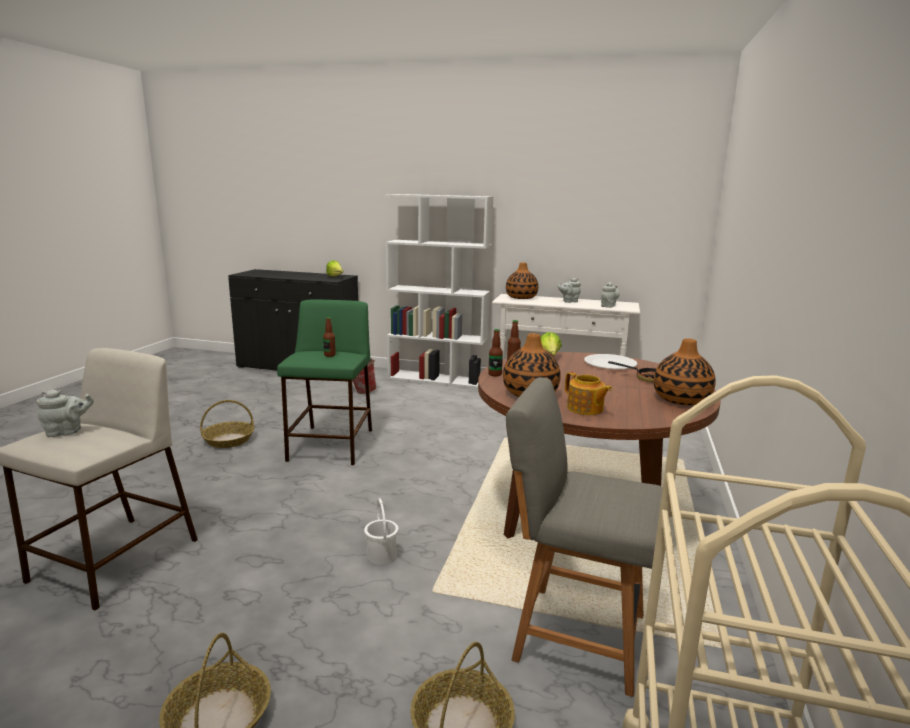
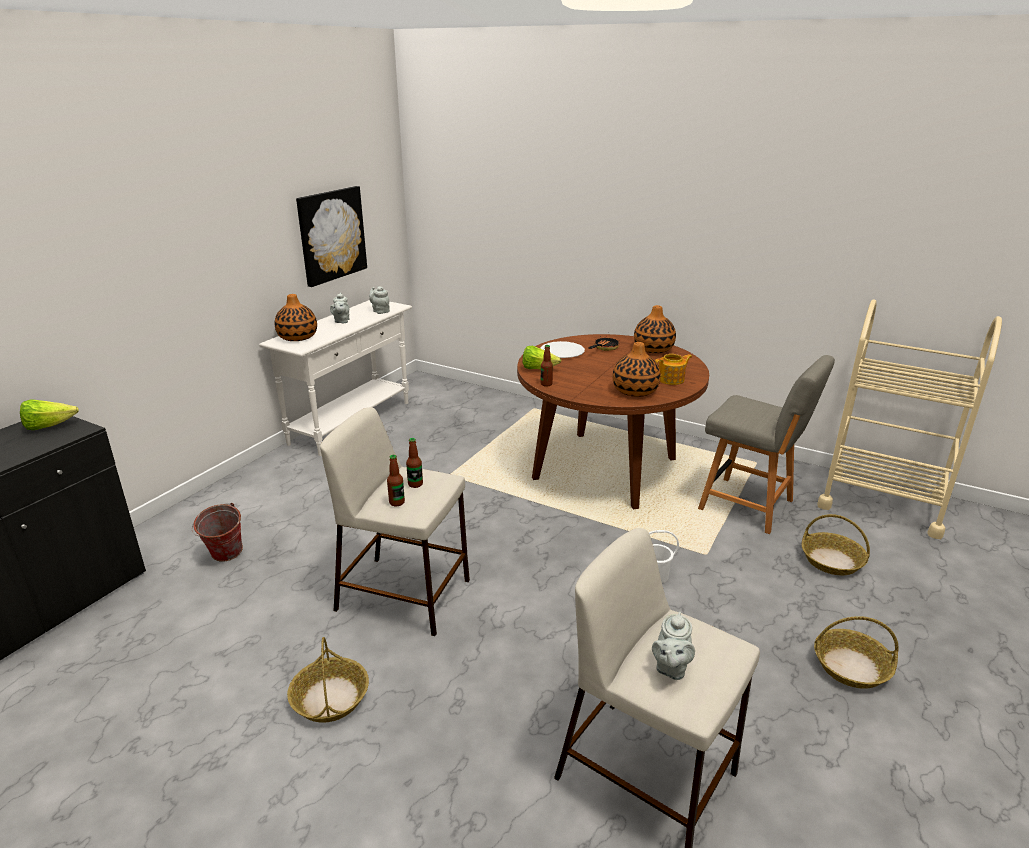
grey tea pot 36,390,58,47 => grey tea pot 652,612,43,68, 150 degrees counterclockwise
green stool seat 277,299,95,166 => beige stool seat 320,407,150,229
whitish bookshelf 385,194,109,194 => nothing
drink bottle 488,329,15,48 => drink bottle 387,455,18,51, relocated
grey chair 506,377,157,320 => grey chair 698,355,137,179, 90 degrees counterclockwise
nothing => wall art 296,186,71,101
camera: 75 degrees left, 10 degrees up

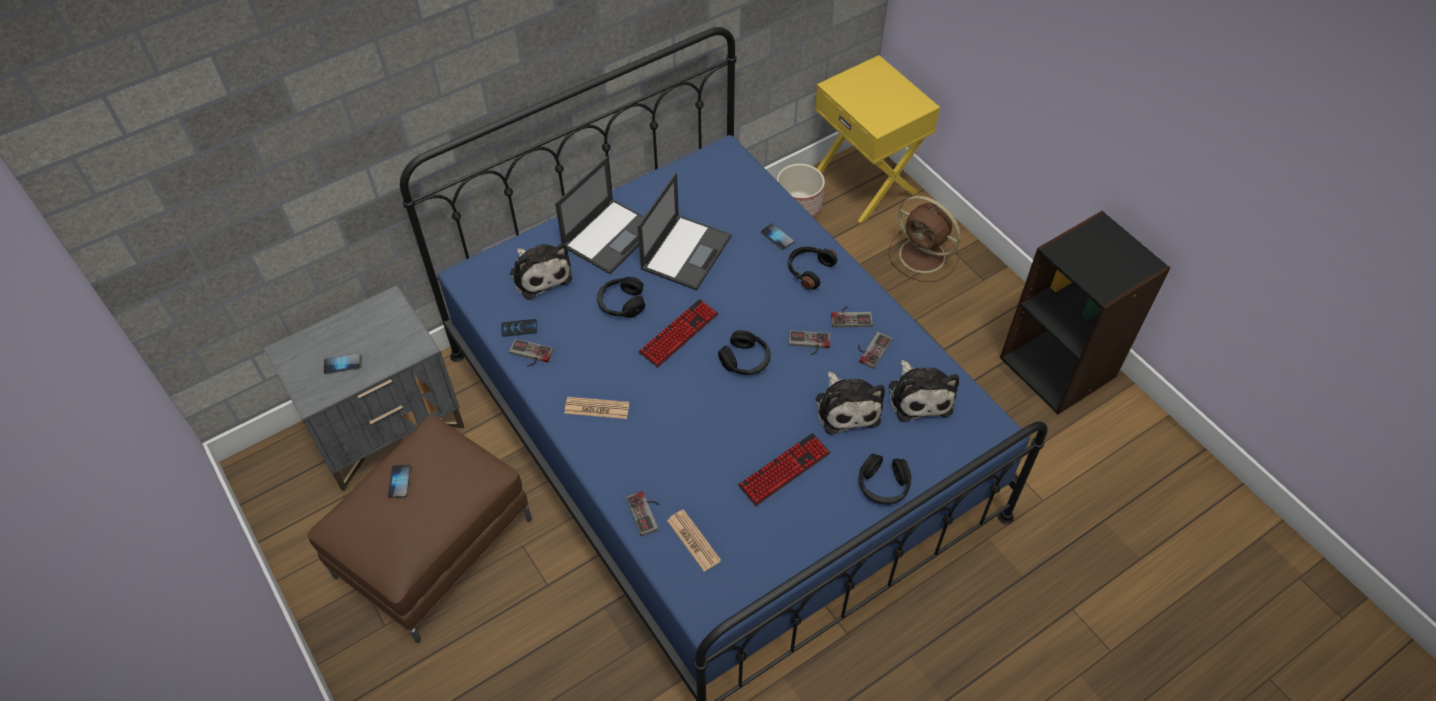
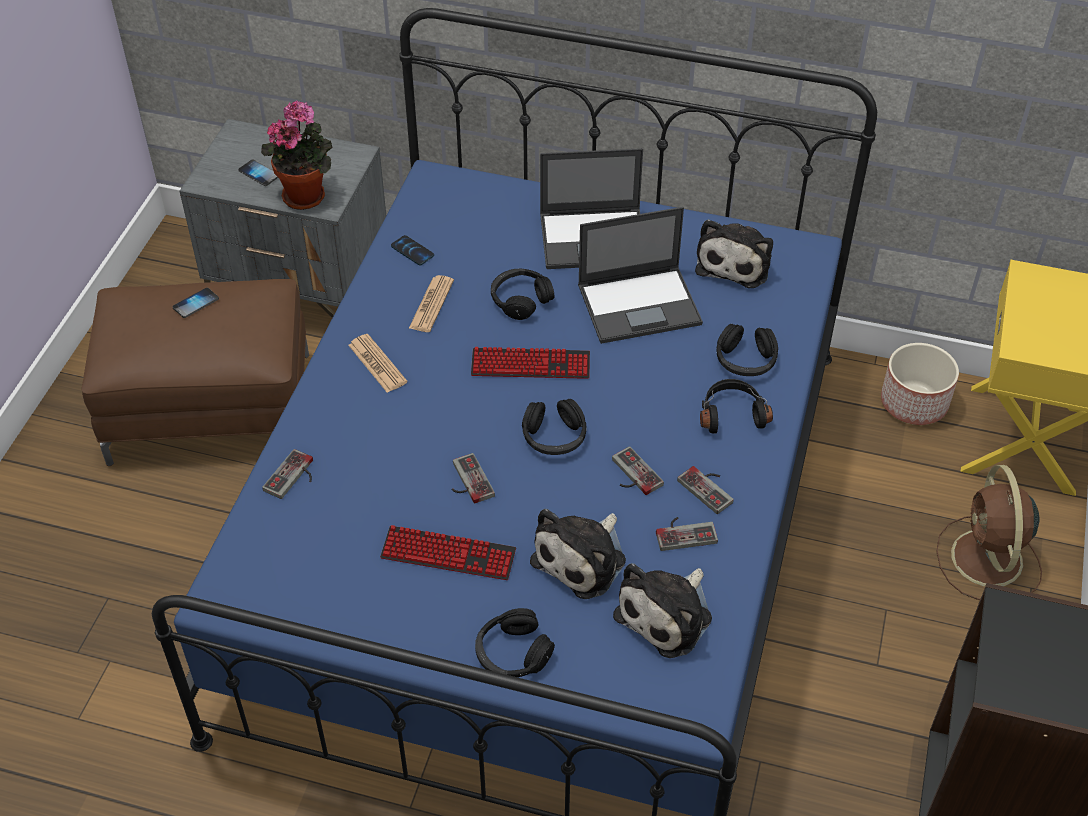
joypad 509,339,45,28 => joypad 452,453,43,51, relocated
soft toy 510,243,62,57 => soft toy 695,219,78,69, relocated
printed paper 667,509,54,62 => printed paper 409,275,45,57, relocated
handset 761,223,33,27 => blackish headset 716,324,62,52
nothing => houseplant 261,100,71,110
camera: 50 degrees right, 5 degrees down

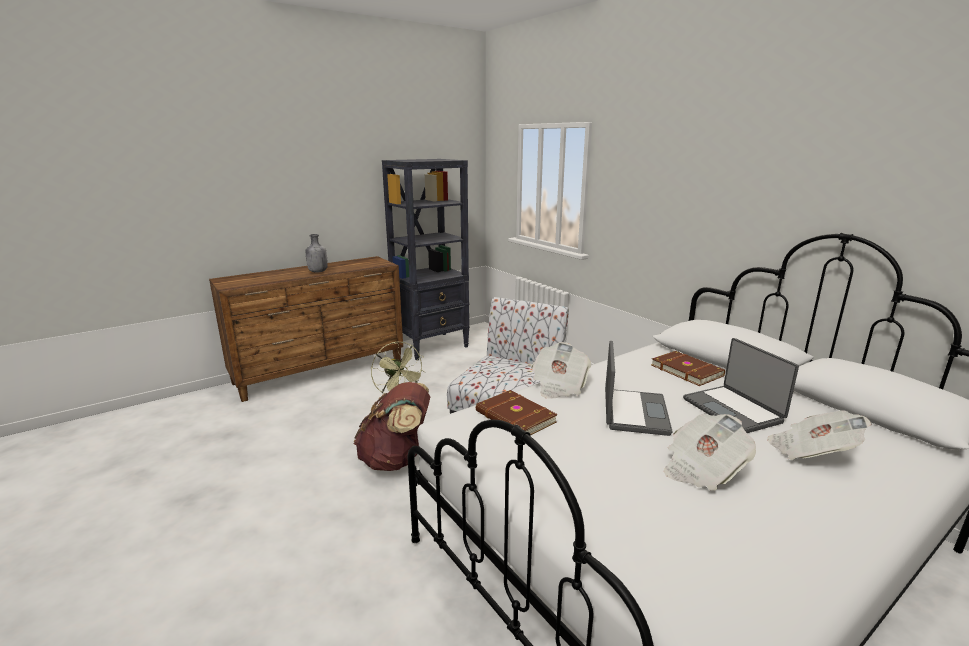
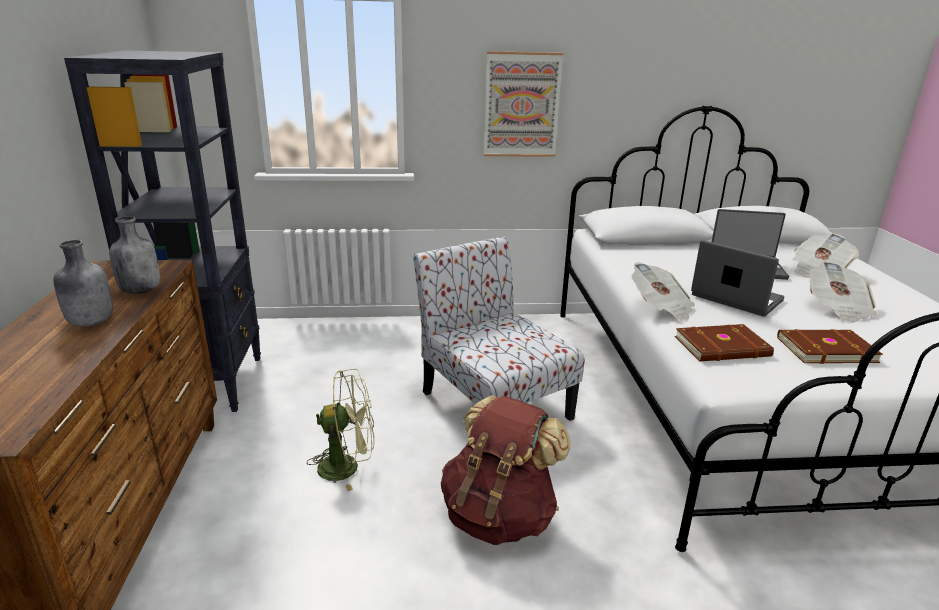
brown-coloured bound book 651,351,74,35 => brown-coloured bound book 777,329,106,35, relocated
nothing => grey drink bottle 109,216,51,78
nothing => wall art 484,51,79,106
camera: 60 degrees left, 5 degrees up

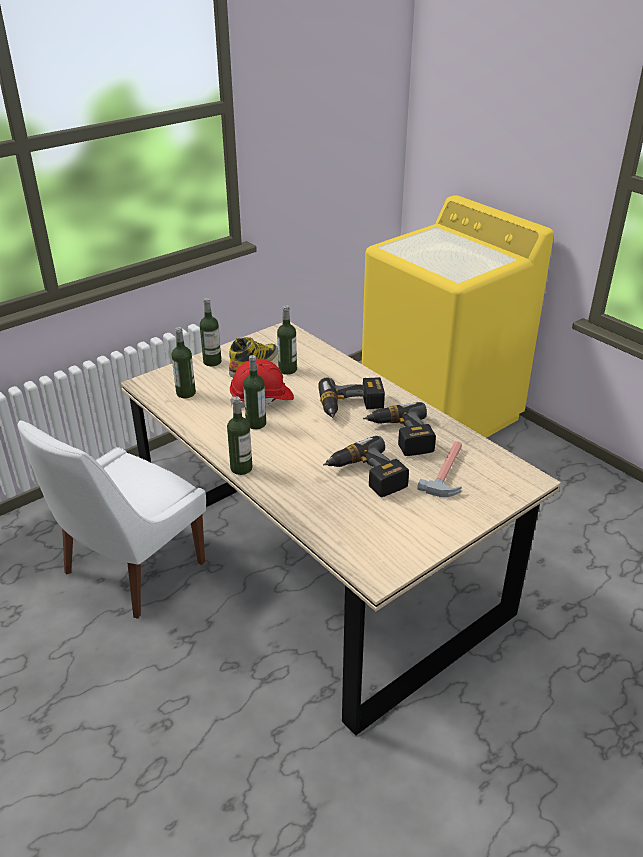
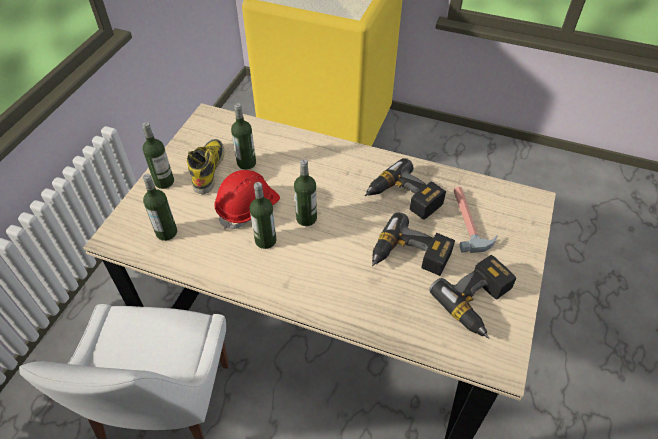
drink bottle 227,397,25,78 => drink bottle 294,159,23,67, relocated
electric drill 318,377,67,41 => electric drill 429,255,87,84, relocated
camera: 30 degrees left, 15 degrees up

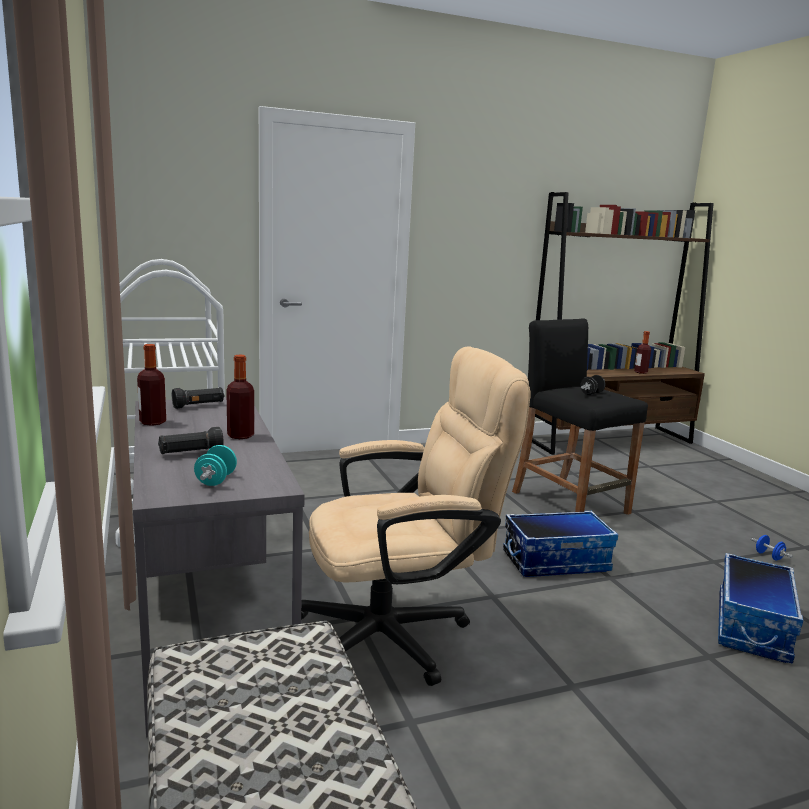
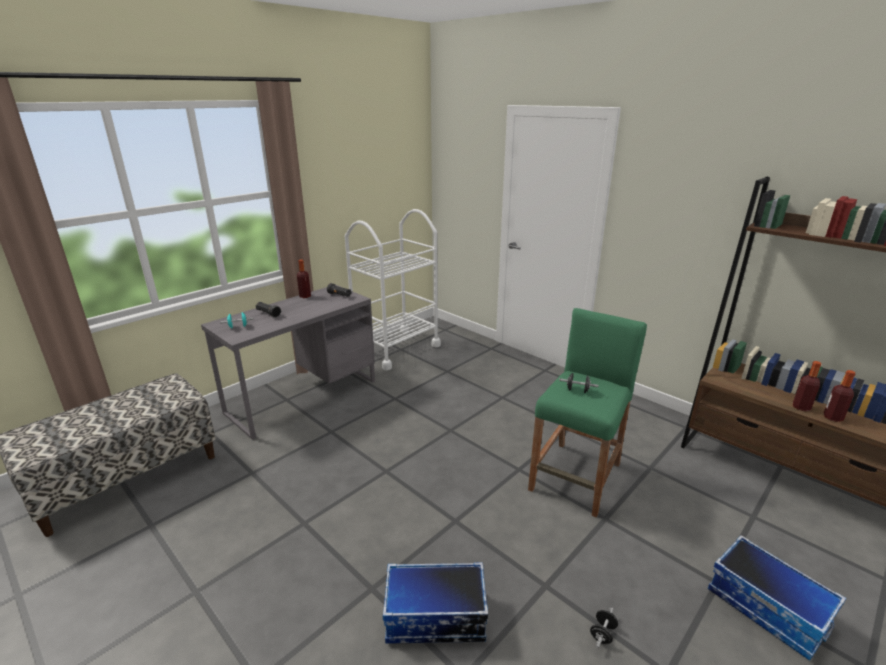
drink bottle 226,355,28,84 => drink bottle 793,361,28,50, relocated
beige office chair 301,346,229,340 => nothing
storage container 503,511,115,66 => storage container 708,535,139,125, relocated
blackish stool seat 512,318,136,197 => green stool seat 528,308,119,210
bluish dumbbell 750,535,43,26 => blackish dumbbell 590,607,28,41
camera: 65 degrees right, 10 degrees up

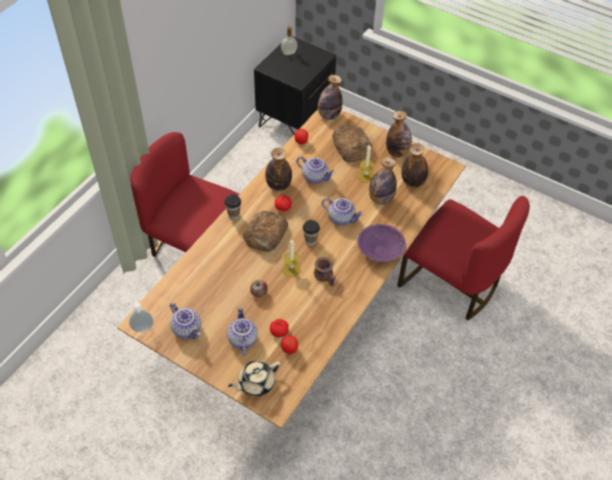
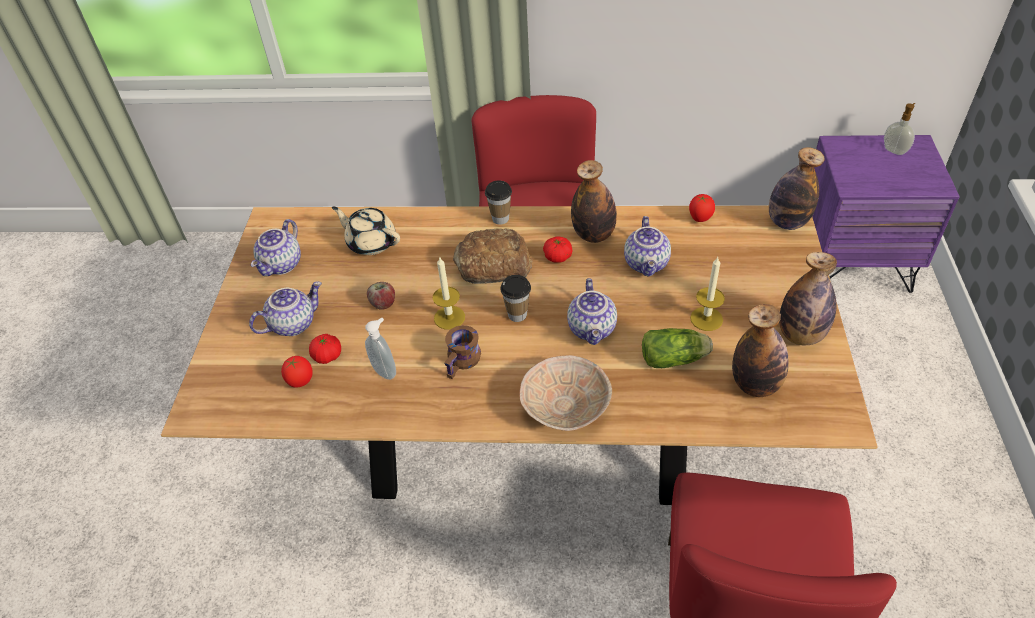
soap bottle 129,299,25,33 => soap bottle 365,318,31,62, relocated
beige tea pot 228,360,53,36 => beige tea pot 332,207,68,48, relocated
blackish nightstand 254,36,82,98 => purplish nightstand 812,135,148,158
bread 332,124,40,38 => nothing
purplish serving bowl 357,224,49,38 => beige serving bowl 519,355,93,76
drink bottle 369,157,28,48 => lettuce head 642,328,71,40
camera: 65 degrees right, 5 degrees down

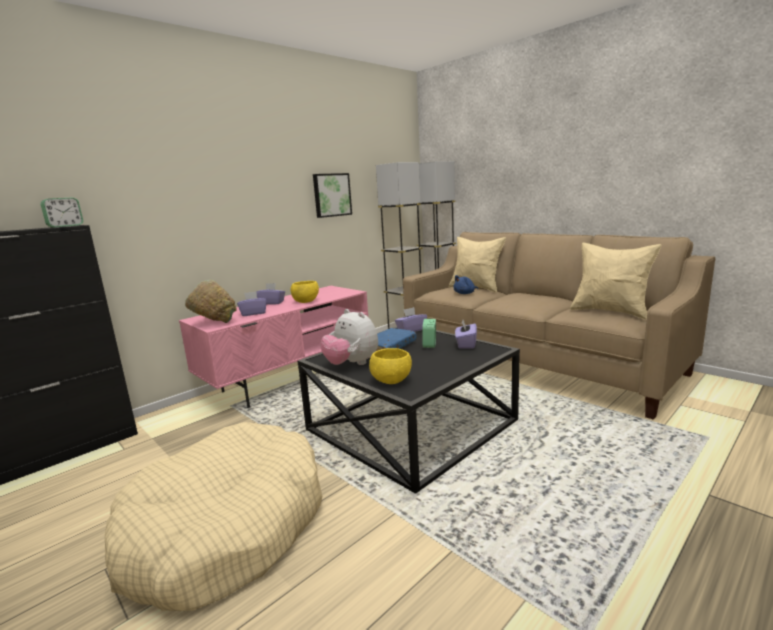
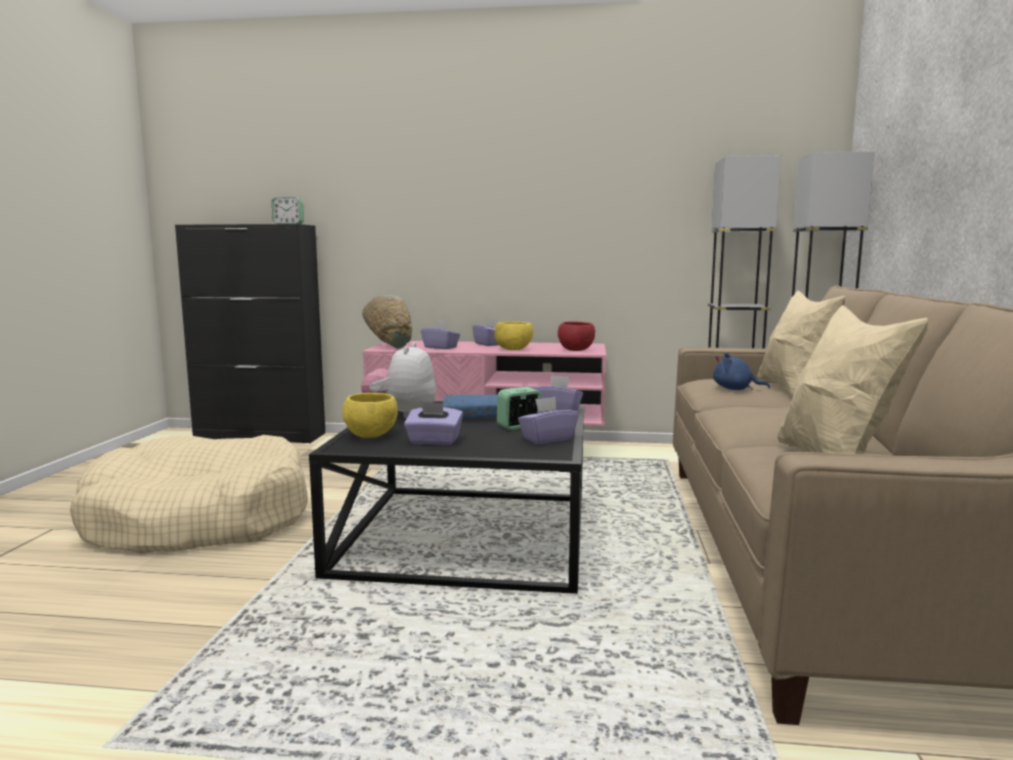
wall art 313,173,39,45 => nothing
nothing => purplish tissue holder 404,401,59,44
nothing => red-coloured serving bowl 558,322,37,29
camera: 50 degrees right, 5 degrees down

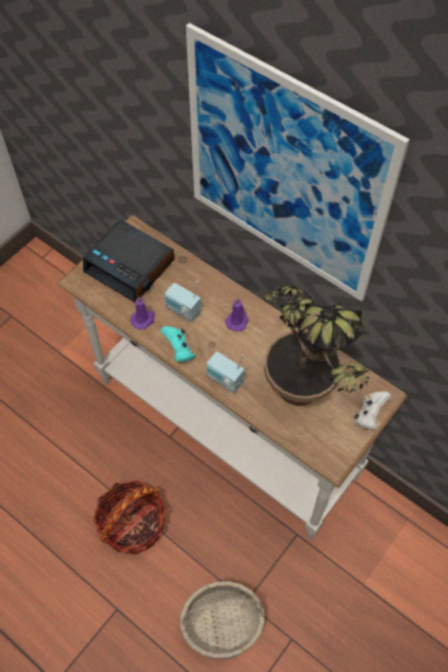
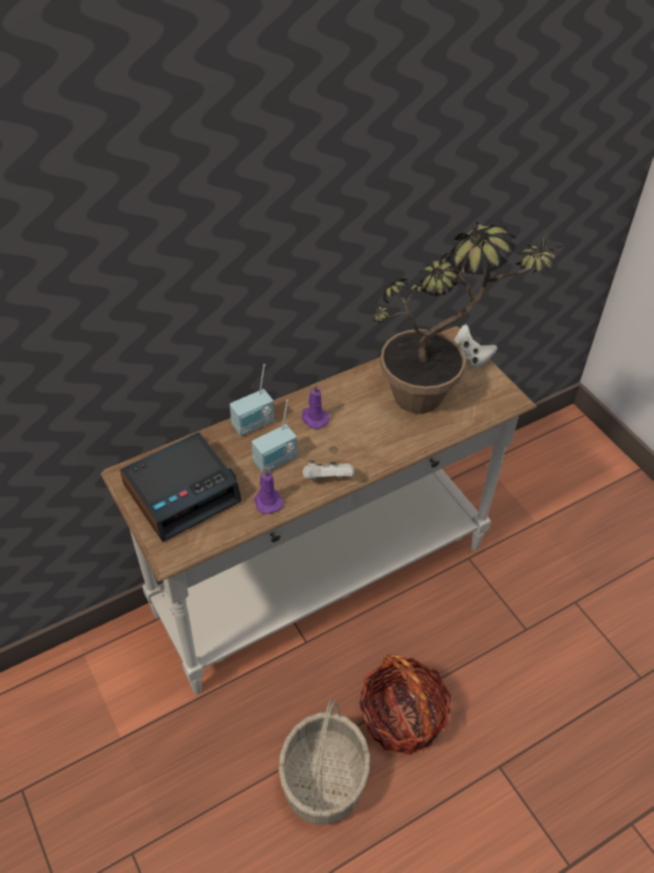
blue-green joypad 160,326,35,36 => whitish joypad 302,461,52,19
storage basket 180,581,85,79 => storage basket 278,699,92,126, relocated
wall art 186,23,224,278 => nothing
radio 207,351,37,42 => radio 230,364,44,72, relocated
camera: 70 degrees left, 10 degrees down

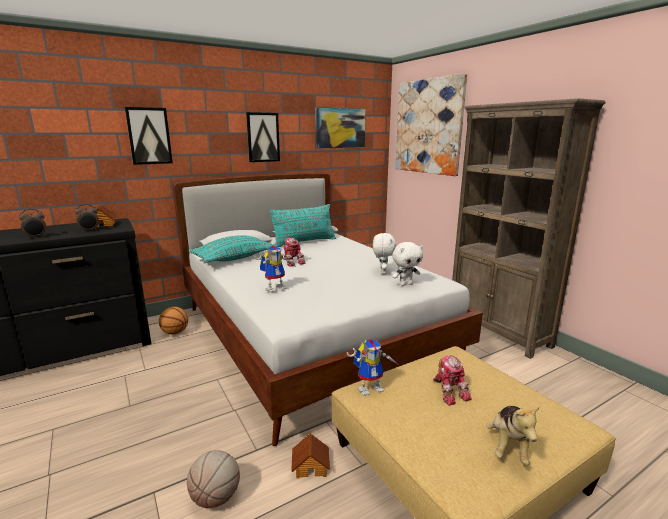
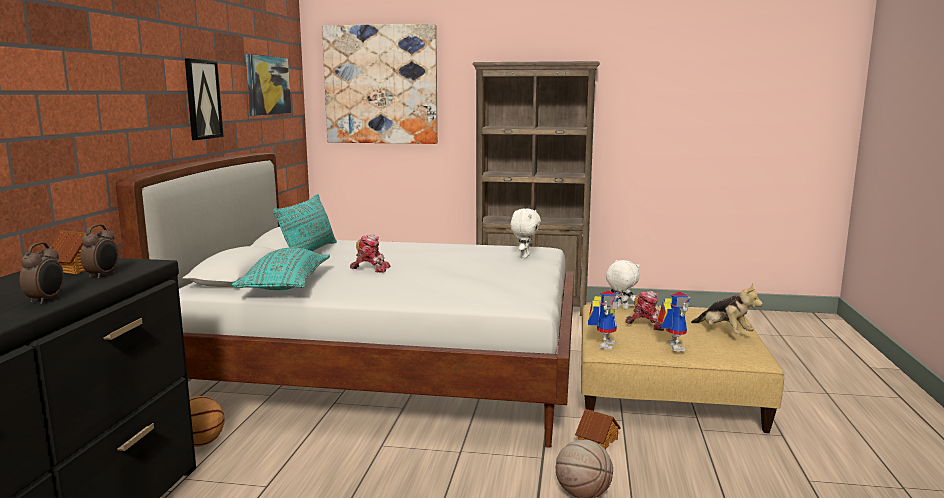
wall art 125,107,48,58 => nothing
robot figure 254,246,40,47 => robot figure 657,292,33,59, relocated
whitish soft toy 373,233,23,41 => whitish soft toy 606,260,34,49, relocated
camera: 50 degrees left, 5 degrees down

